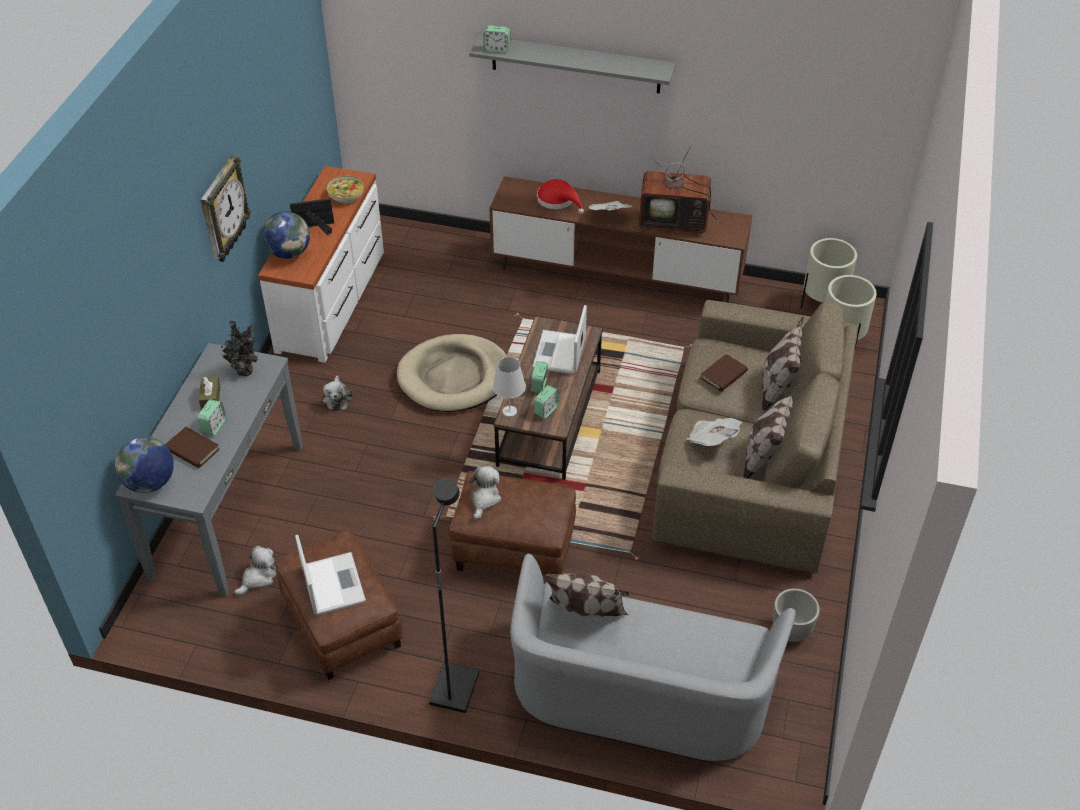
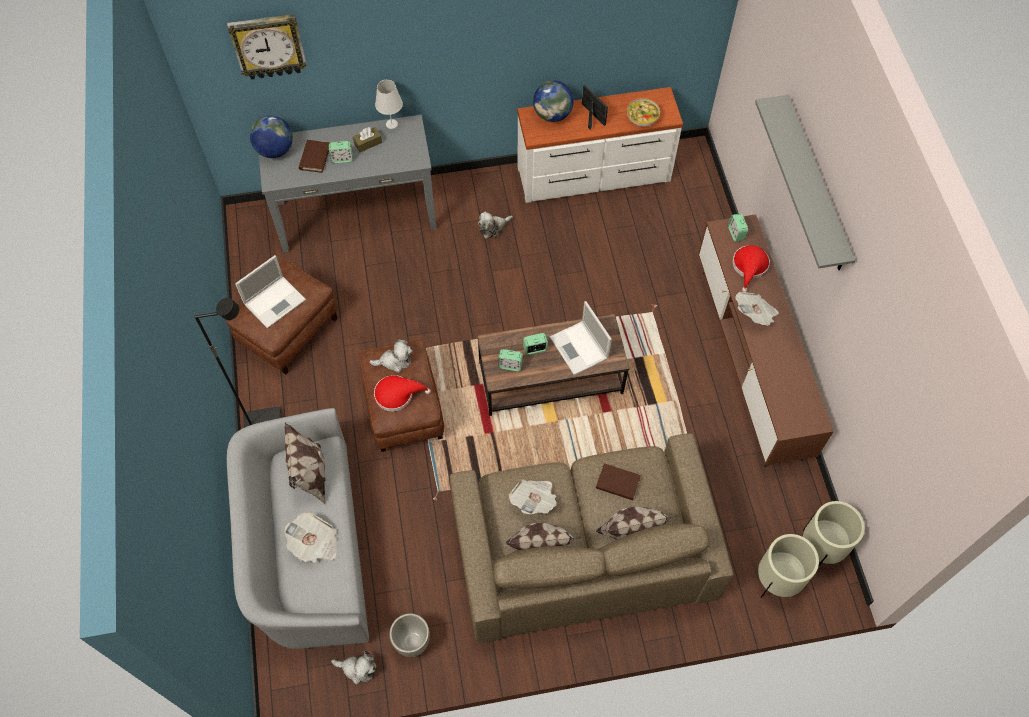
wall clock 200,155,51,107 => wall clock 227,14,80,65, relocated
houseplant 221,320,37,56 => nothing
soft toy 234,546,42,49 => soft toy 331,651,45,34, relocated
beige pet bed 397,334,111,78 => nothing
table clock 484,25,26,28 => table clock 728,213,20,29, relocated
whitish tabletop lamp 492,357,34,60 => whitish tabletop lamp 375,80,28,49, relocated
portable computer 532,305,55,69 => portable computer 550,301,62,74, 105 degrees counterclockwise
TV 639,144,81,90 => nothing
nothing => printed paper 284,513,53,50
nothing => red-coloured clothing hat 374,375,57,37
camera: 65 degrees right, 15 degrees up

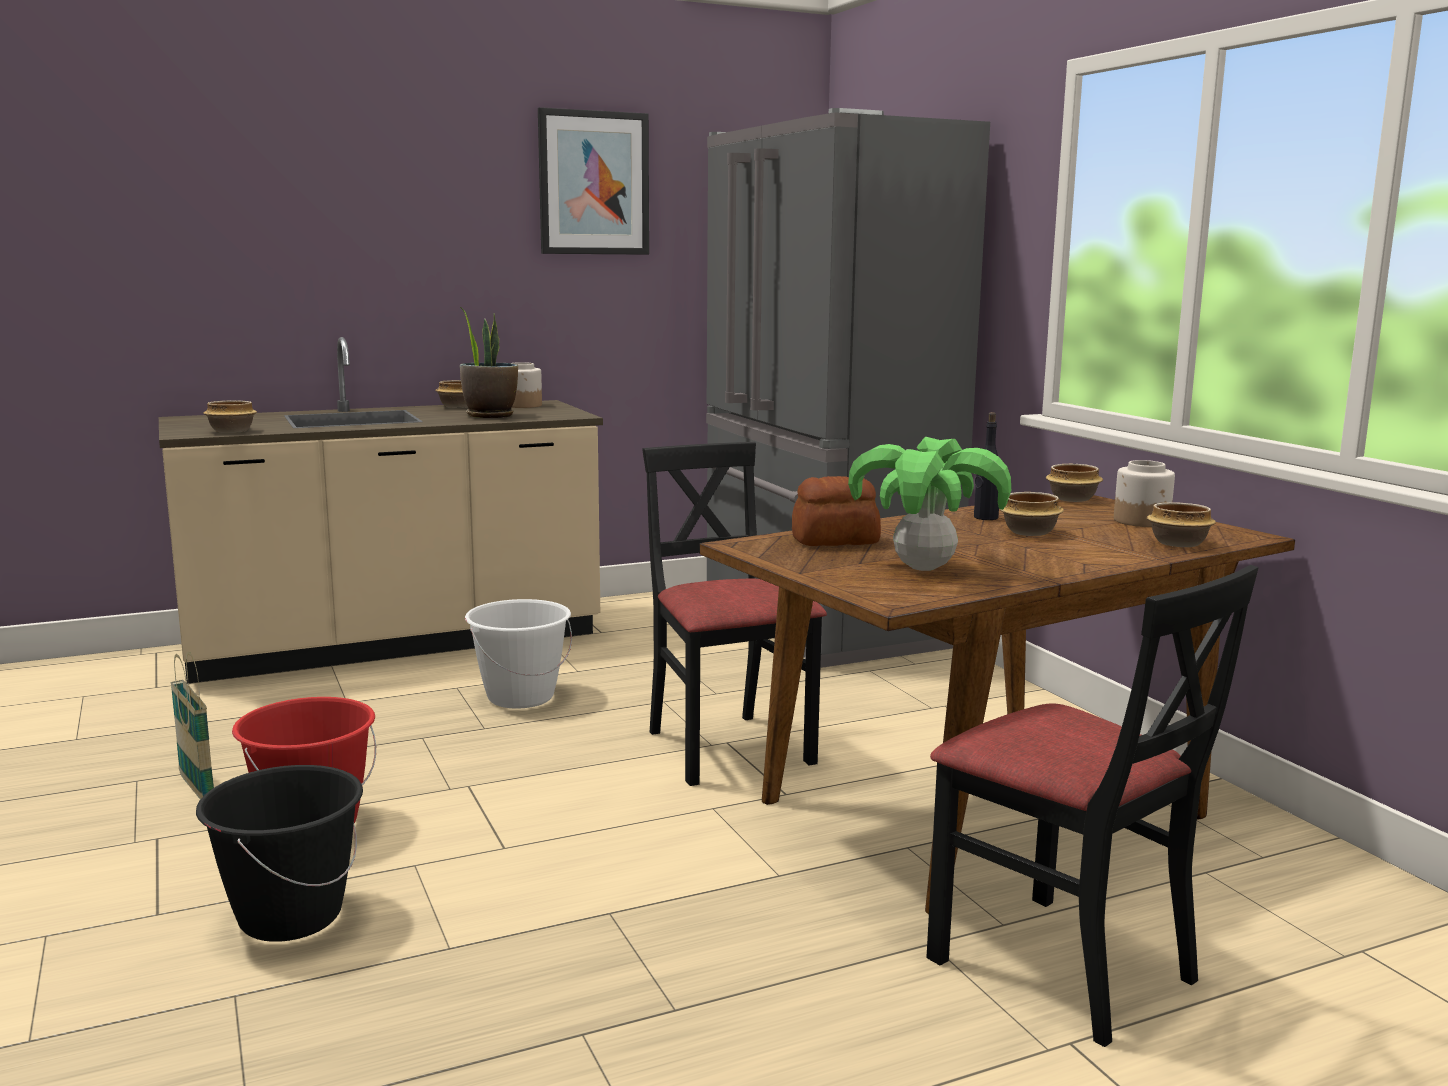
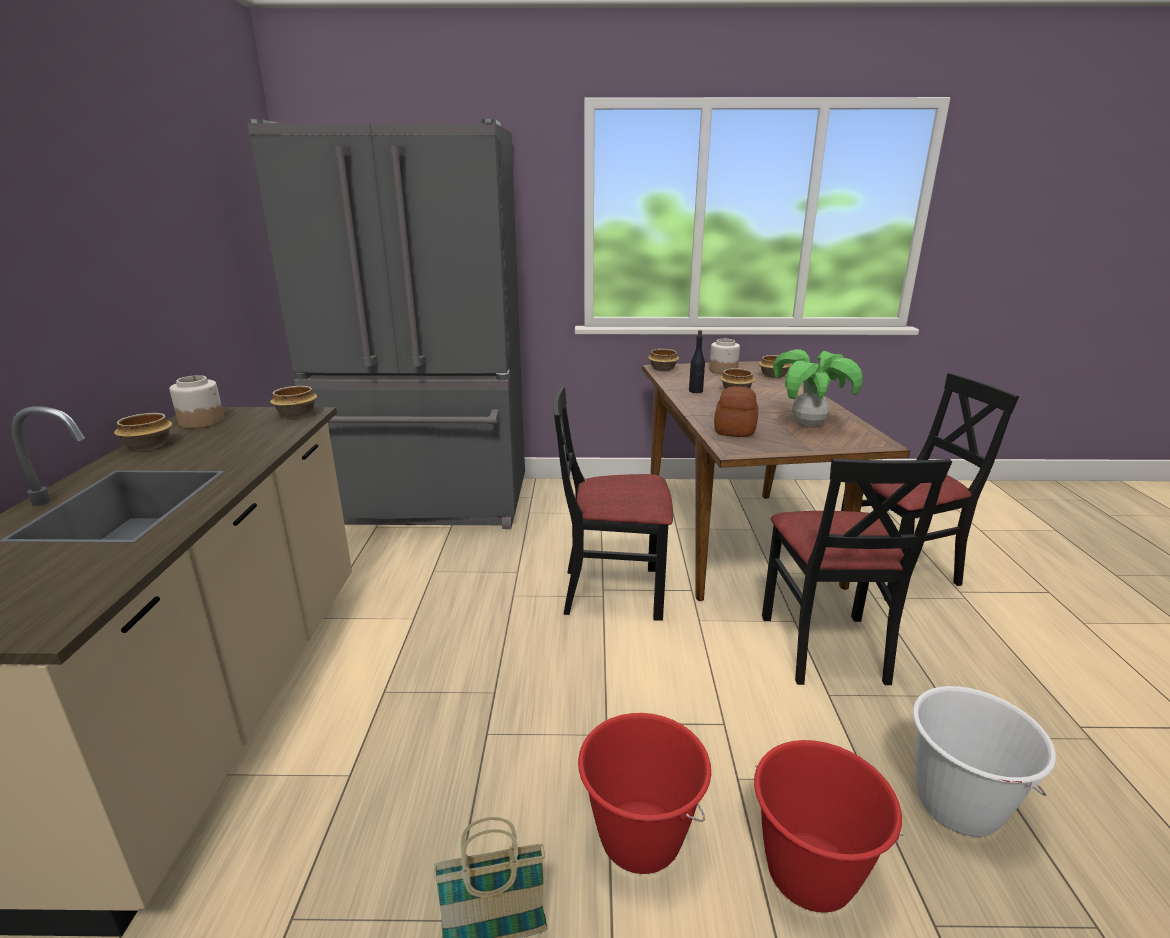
blackish pail 196,765,167,177 => red-coloured pail 754,740,149,173
serving bowl 203,400,54,33 => serving bowl 270,386,47,32, relocated
houseplant 460,307,58,111 => nothing
whitish pail 465,599,107,110 => whitish pail 913,686,143,151, relocated
wall art 538,107,111,148 => nothing
nothing => blackish chair 762,458,190,227
camera: 65 degrees left, 10 degrees up

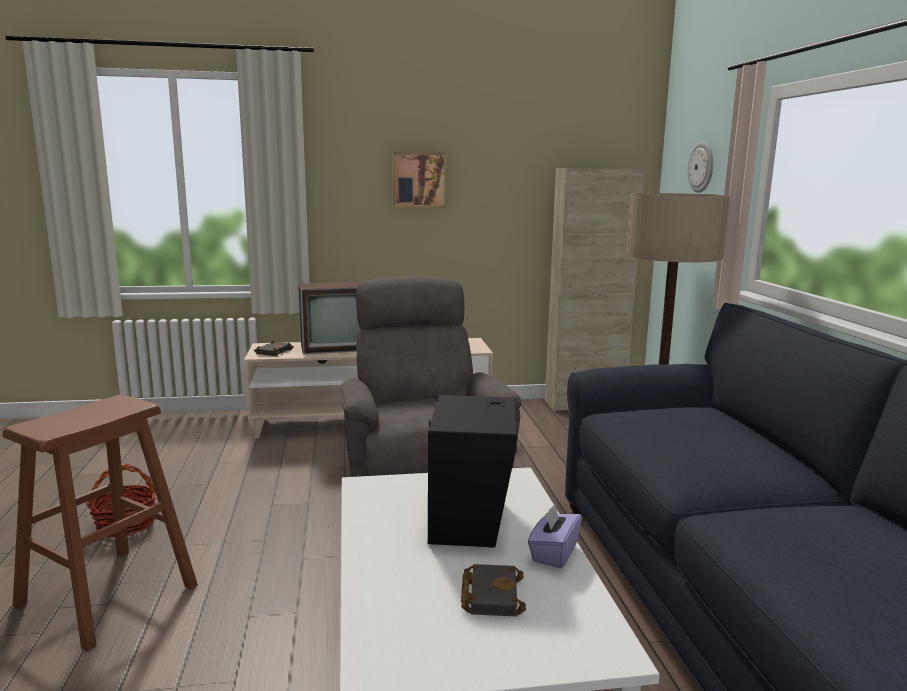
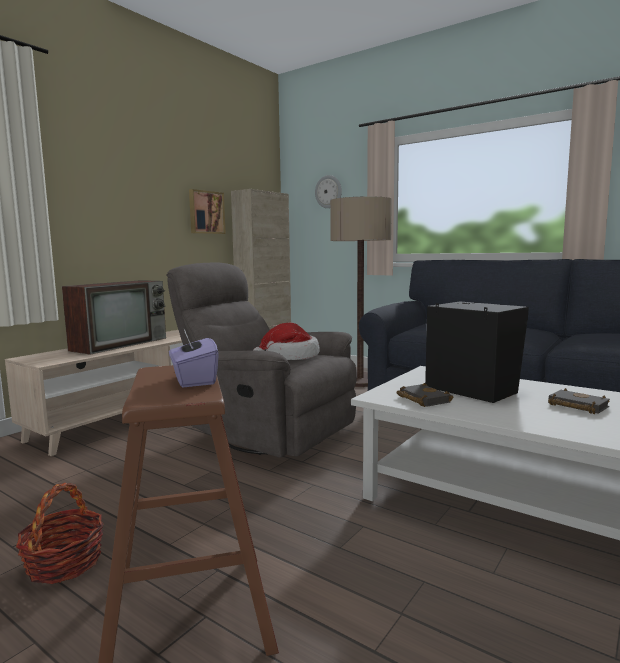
blackish bound book 254,341,40,15 => blackish bound book 397,383,56,24, relocated
wall art 392,152,55,56 => wall art 189,189,37,45, relocated
purplish tissue holder 528,504,54,64 => purplish tissue holder 169,329,50,58, relocated
nothing => clothing hat 253,323,67,37
camera: 45 degrees left, 5 degrees down

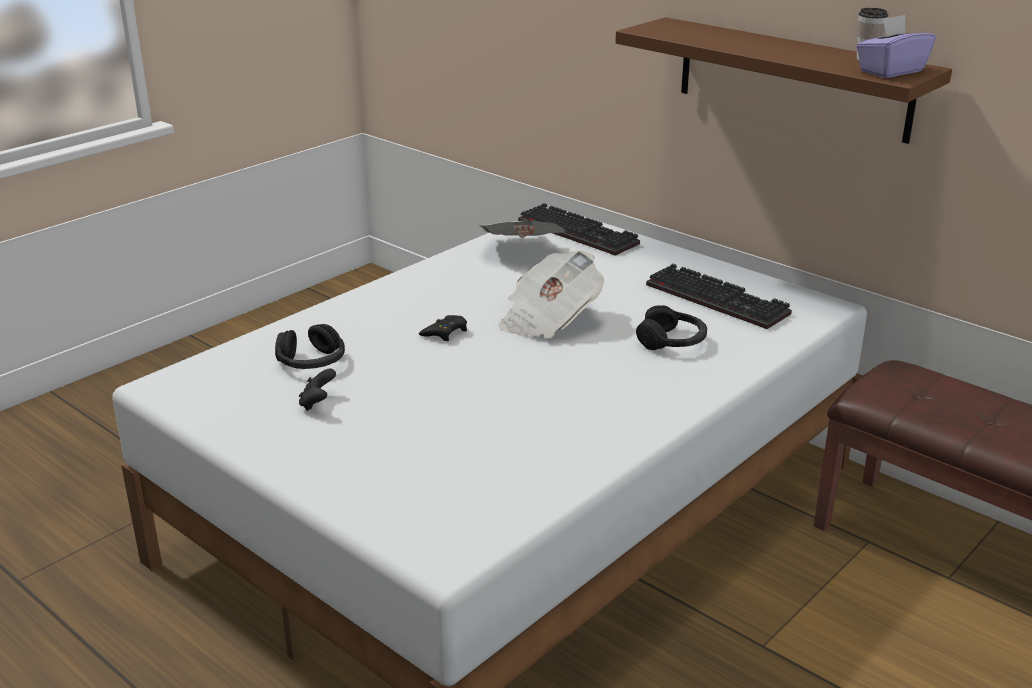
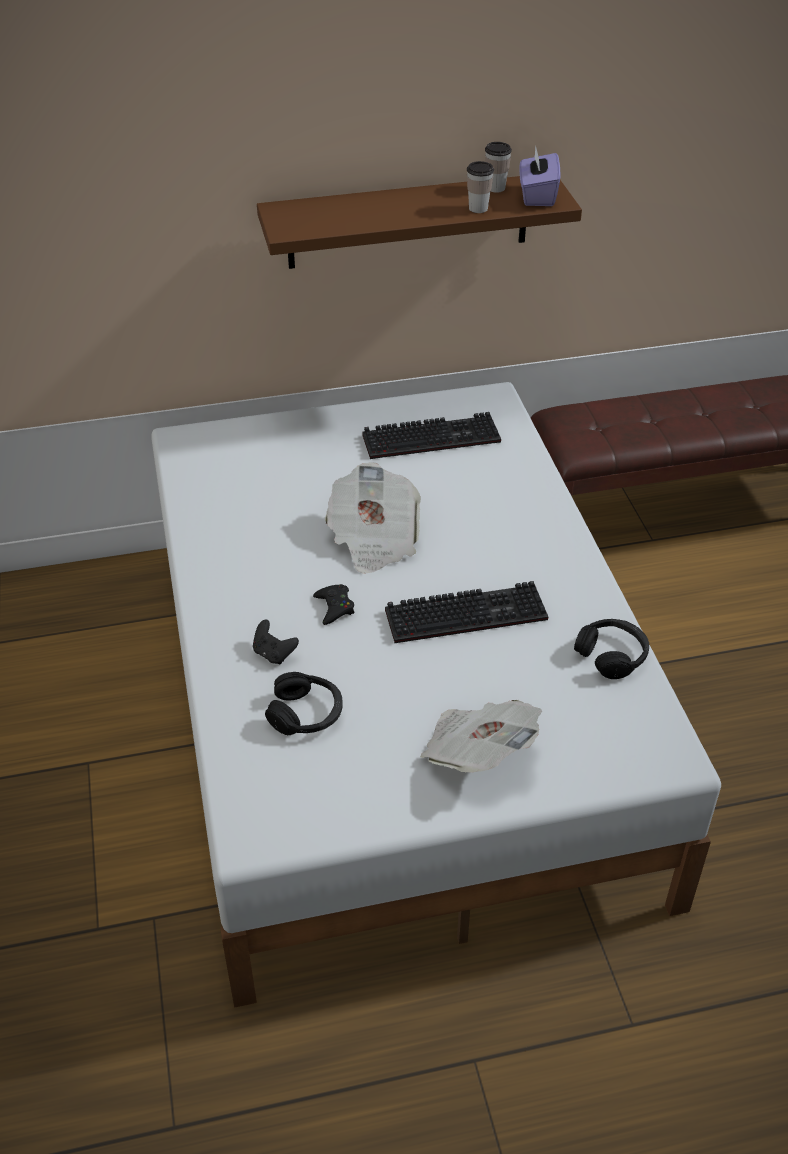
blackish joypad 299,369,37,42 => blackish joypad 253,620,46,44, relocated
printed paper 478,221,89,17 => printed paper 420,700,122,73, relocated
PC keyboard 518,203,122,53 => PC keyboard 385,581,163,62, relocated
blackish headset 636,305,71,45 => blackish headset 574,619,75,60, relocated
nothing => cup 467,161,27,52
camera: 55 degrees left, 15 degrees up

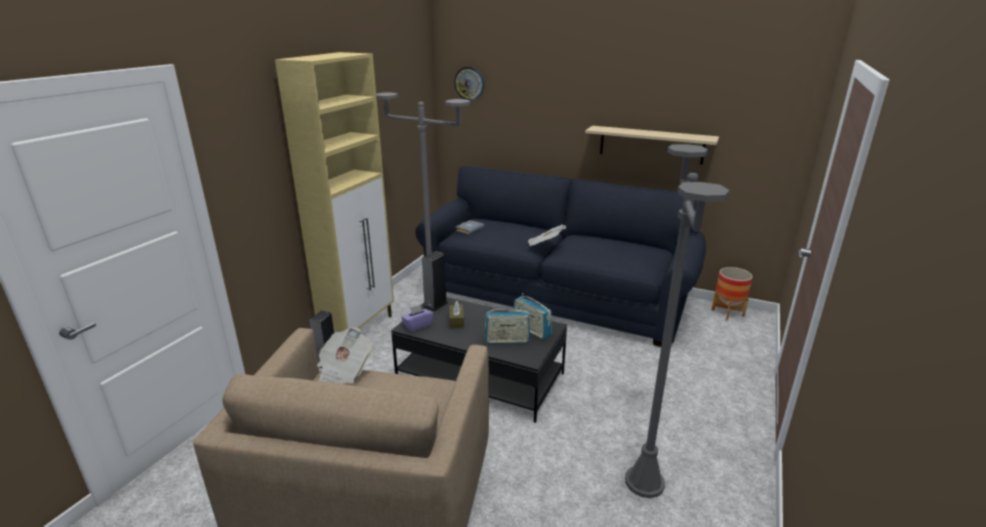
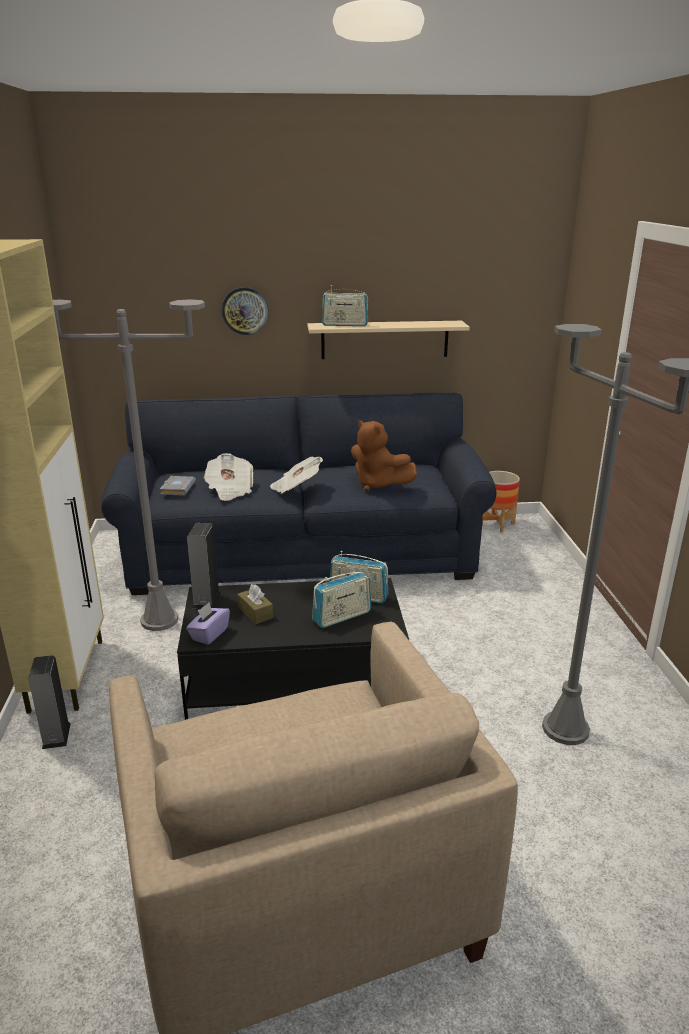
printed paper 317,327,56,57 => printed paper 204,453,49,48, relocated
wall clock 454,66,30,35 => wall clock 222,287,47,48, relocated
nothing => radio 322,285,46,41
nothing => brown-coloured soft toy 351,420,66,71
camera: 30 degrees left, 0 degrees up

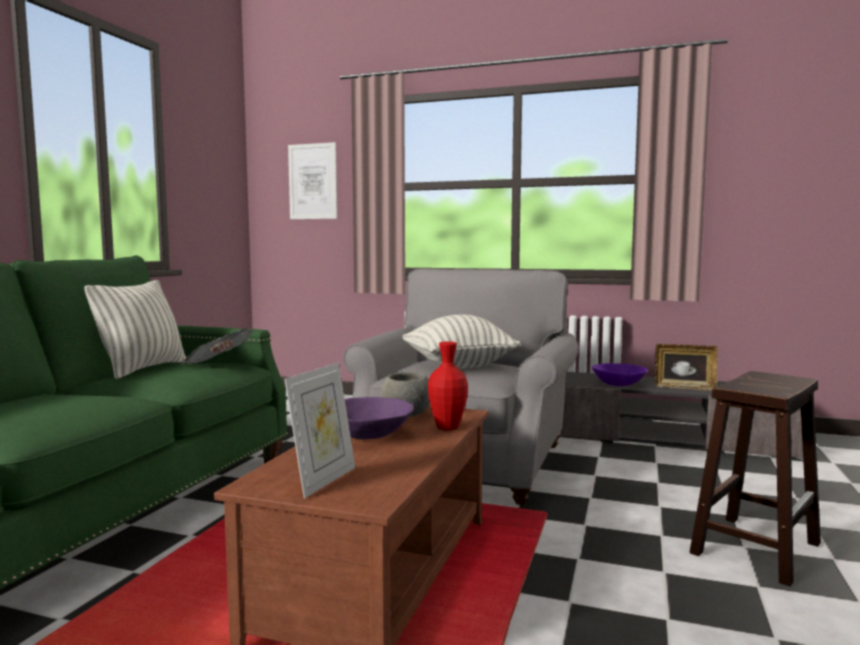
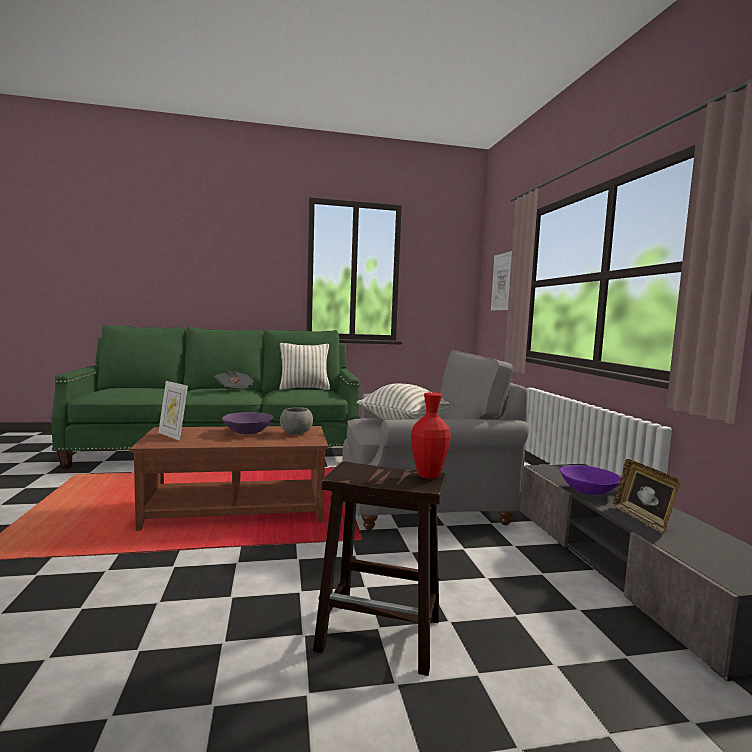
printed paper 181,328,72,36 => printed paper 214,371,40,18, relocated
picture frame 285,363,70,135 => picture frame 158,381,30,60, 45 degrees clockwise
red-coloured vase 428,341,40,89 => red-coloured vase 411,392,40,87, relocated
camera: 60 degrees right, 0 degrees up

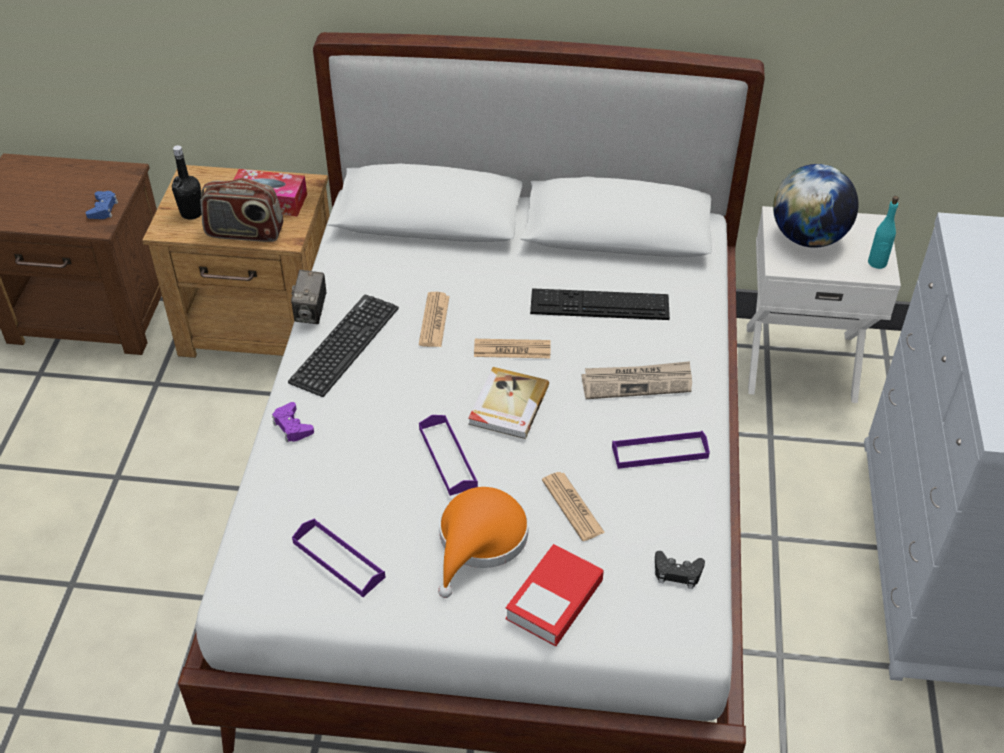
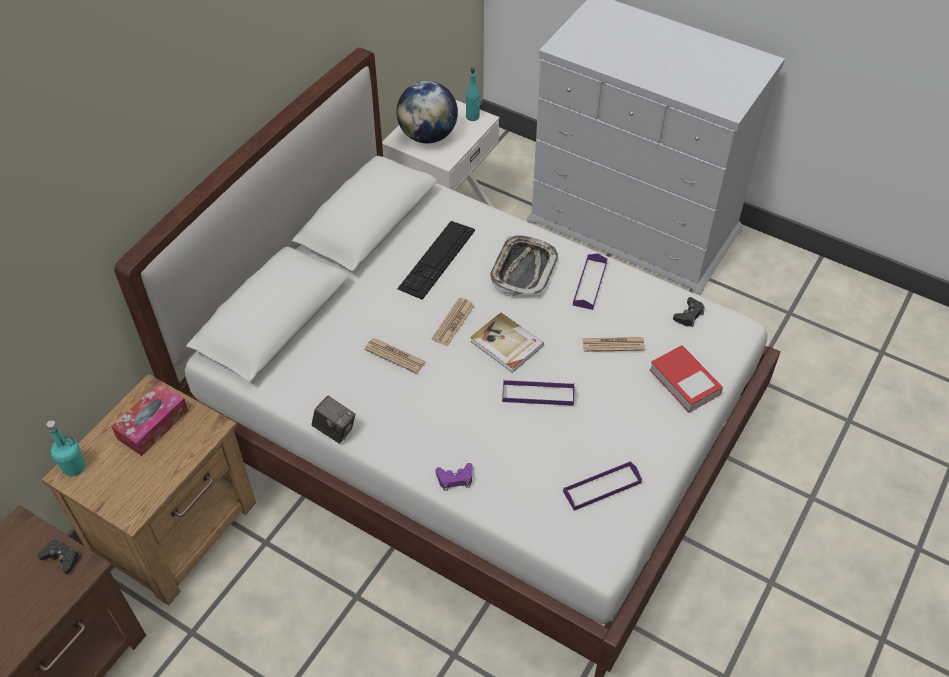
bluish joypad 86,191,32,28 => blackish joypad 38,539,42,35
blackish drink bottle 172,145,30,75 => nothing
radio 200,178,83,64 => nothing
PC keyboard 288,294,111,103 => nothing
orange clothing hat 438,487,91,111 => nothing
printed paper 581,361,111,38 => tray 490,235,68,61
nothing => blue-green drink bottle 46,420,39,56
camera: 65 degrees left, 5 degrees up

